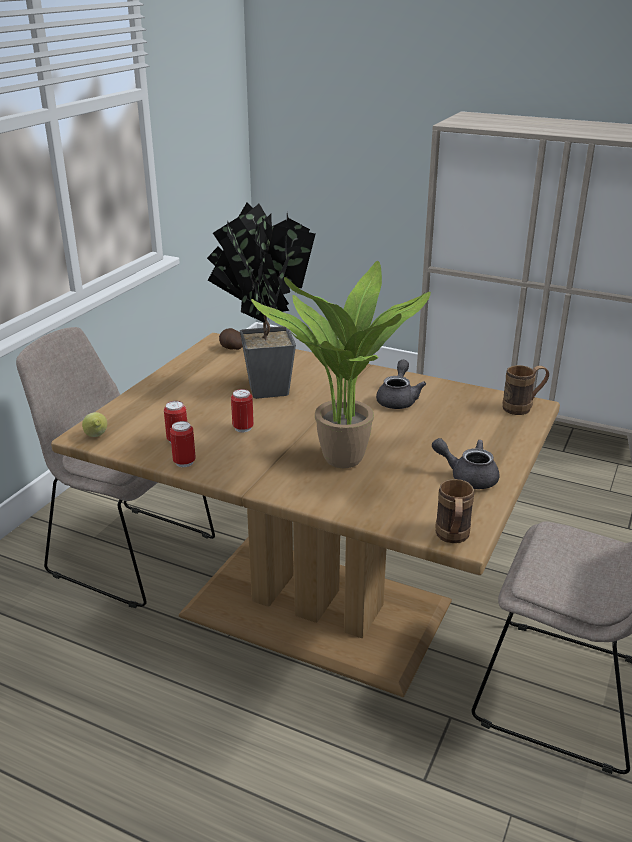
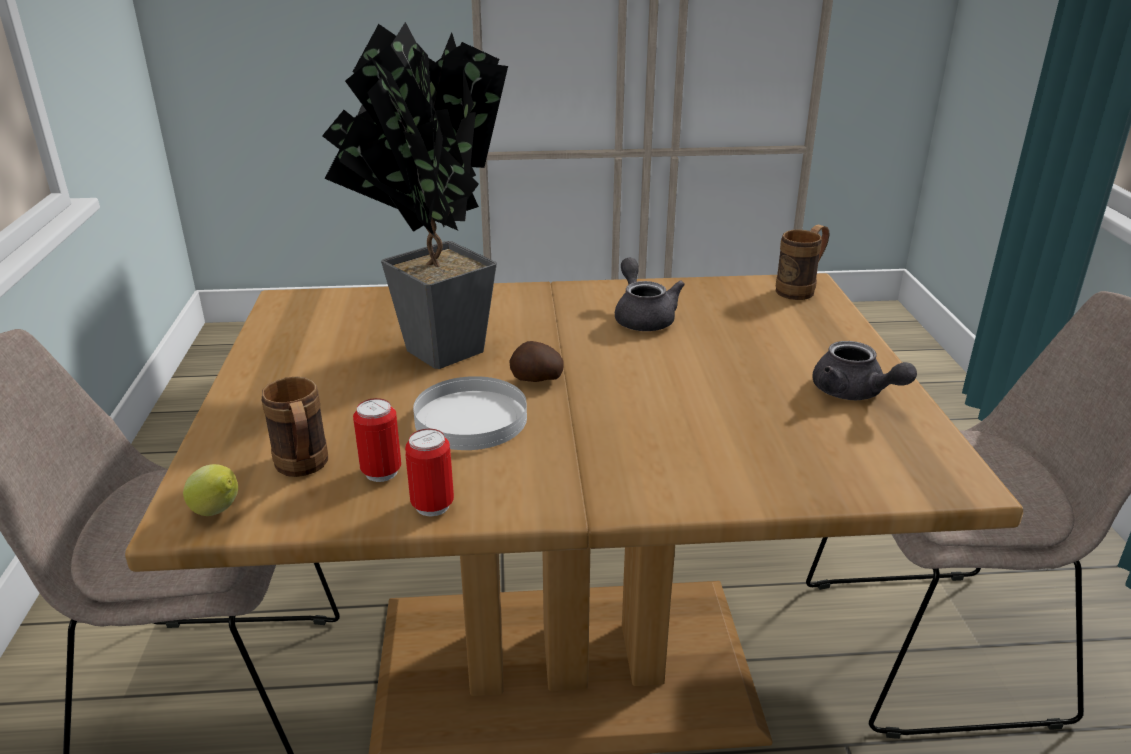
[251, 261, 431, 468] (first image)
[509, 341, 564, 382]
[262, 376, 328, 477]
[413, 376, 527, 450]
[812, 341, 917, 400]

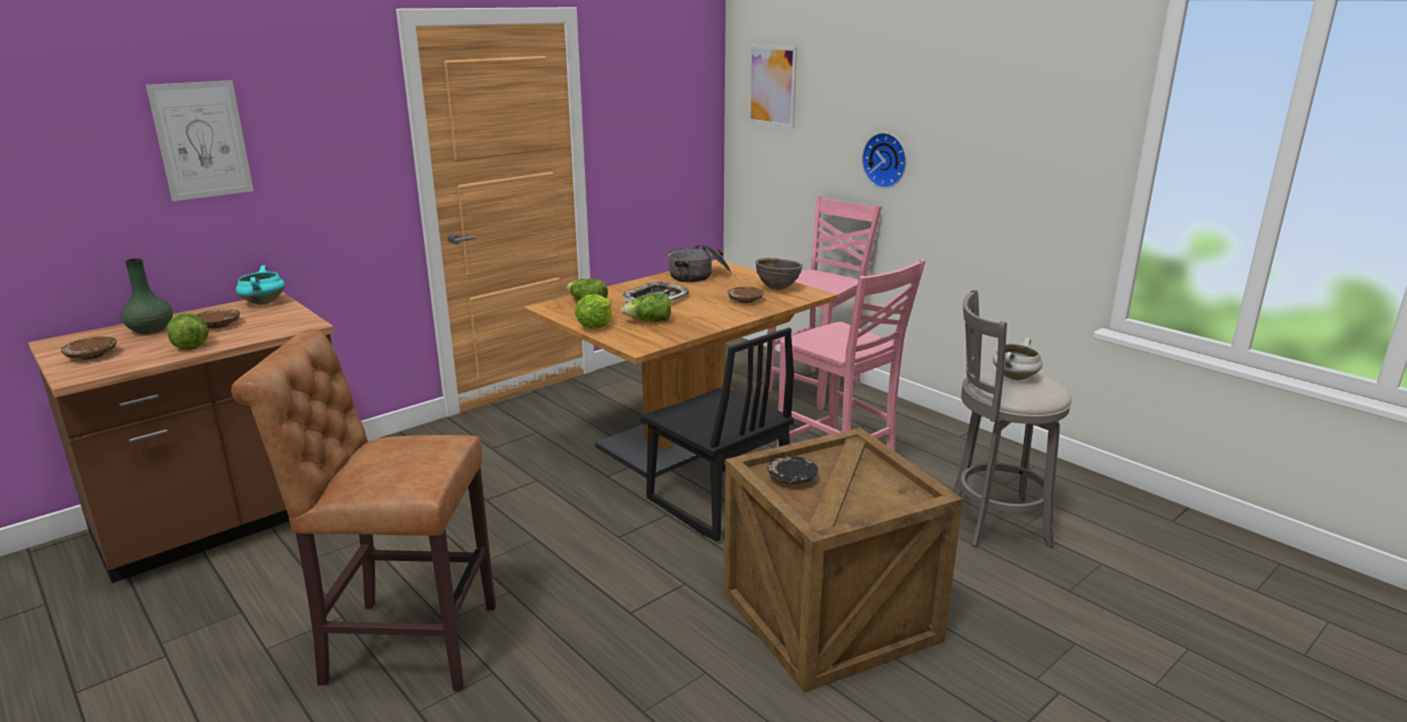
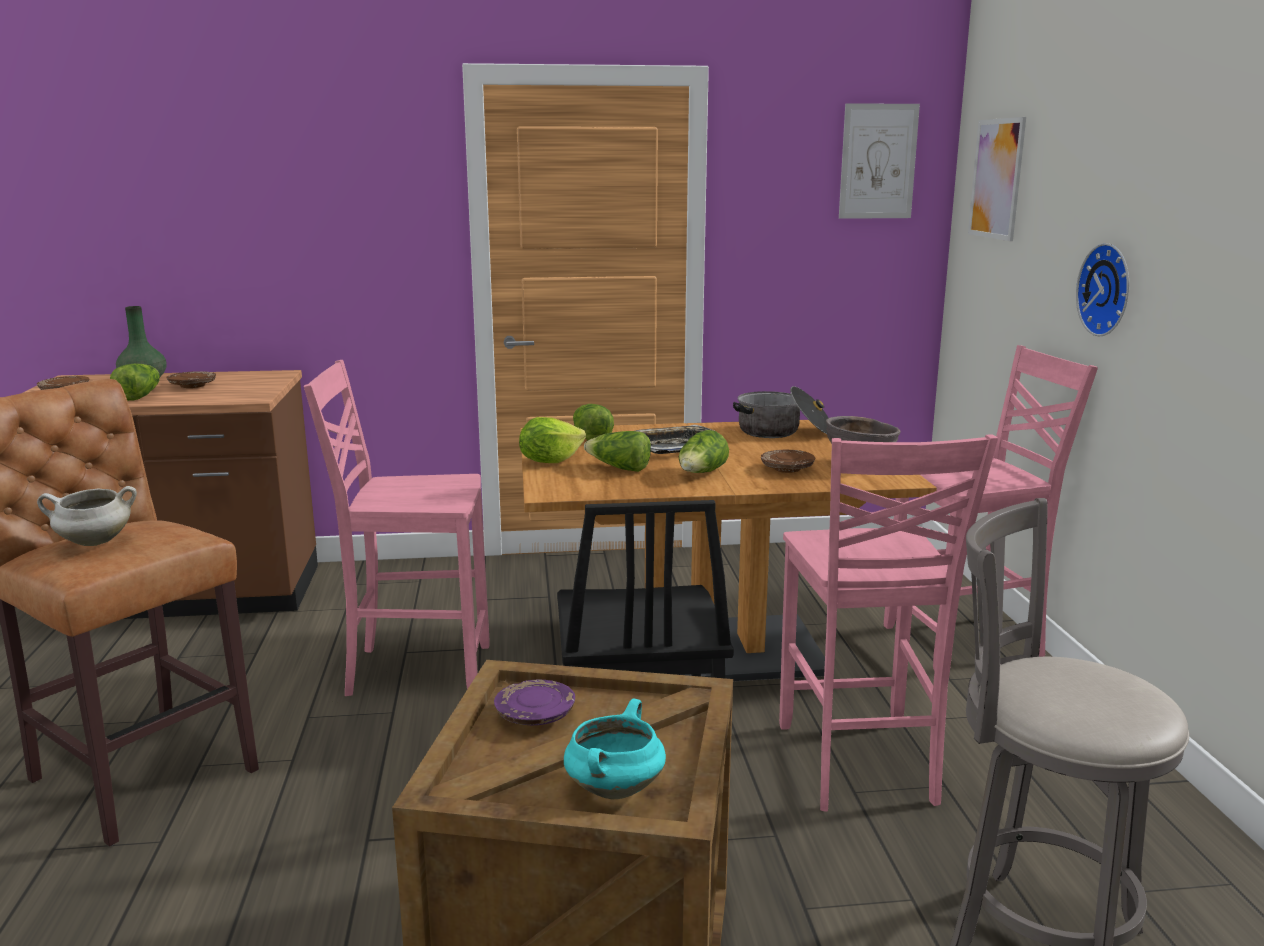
[304, 360, 490, 696]
[679, 430, 729, 473]
[839, 103, 920, 219]
[564, 699, 666, 799]
[37, 486, 137, 546]
[494, 680, 575, 725]

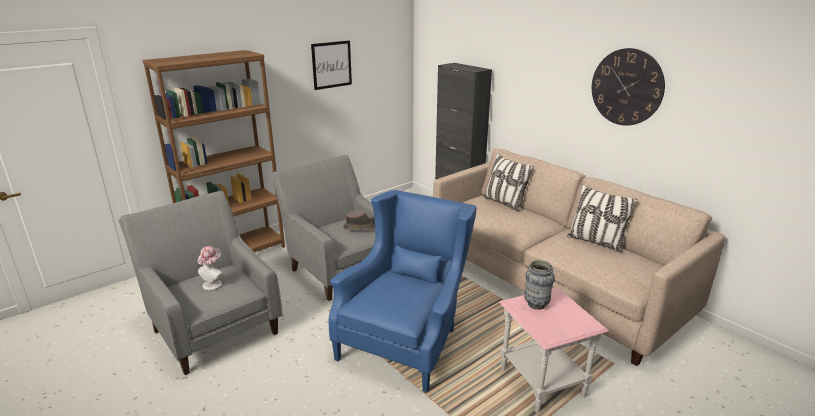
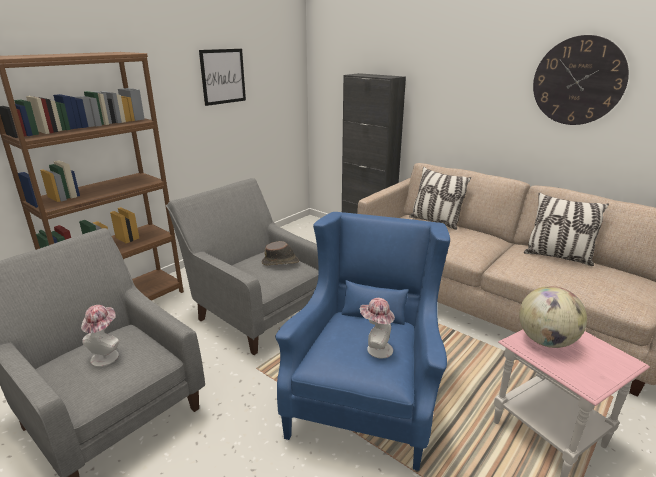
[360, 298, 395, 359]
[519, 286, 587, 348]

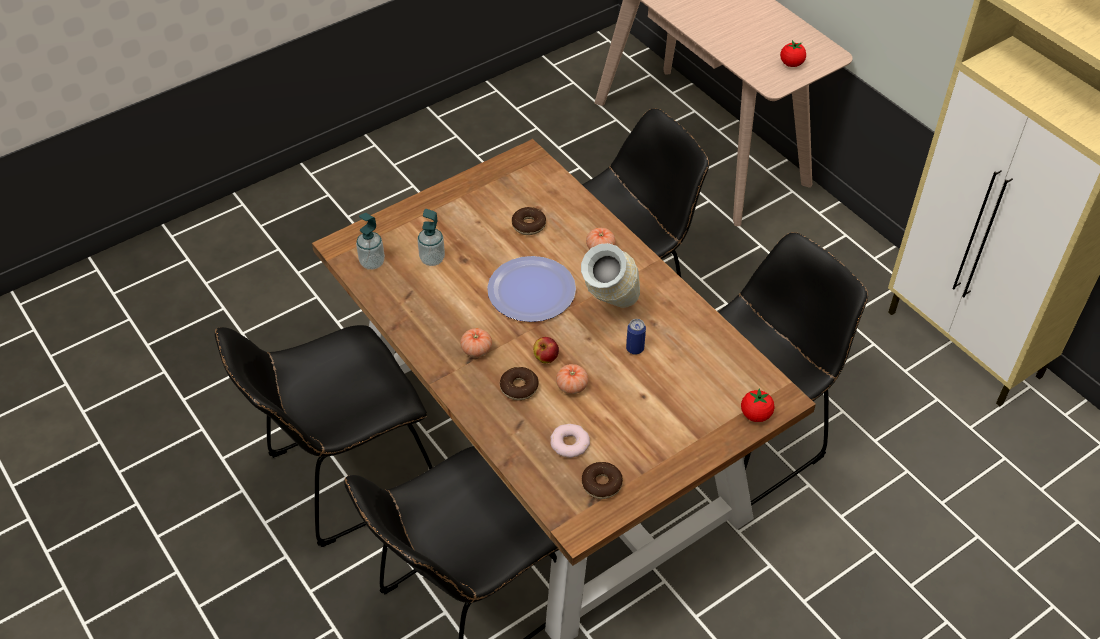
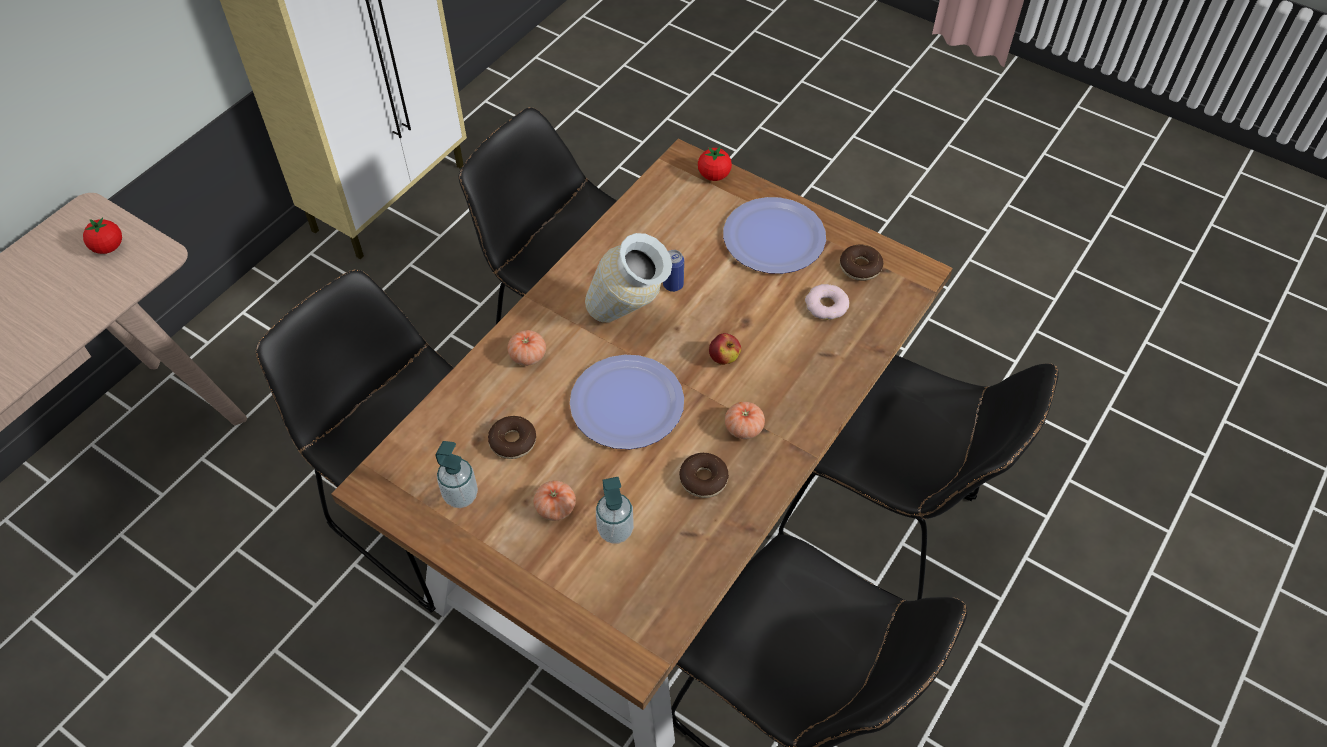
[723, 197, 826, 274]
[435, 441, 478, 508]
[679, 453, 729, 498]
[533, 481, 576, 521]

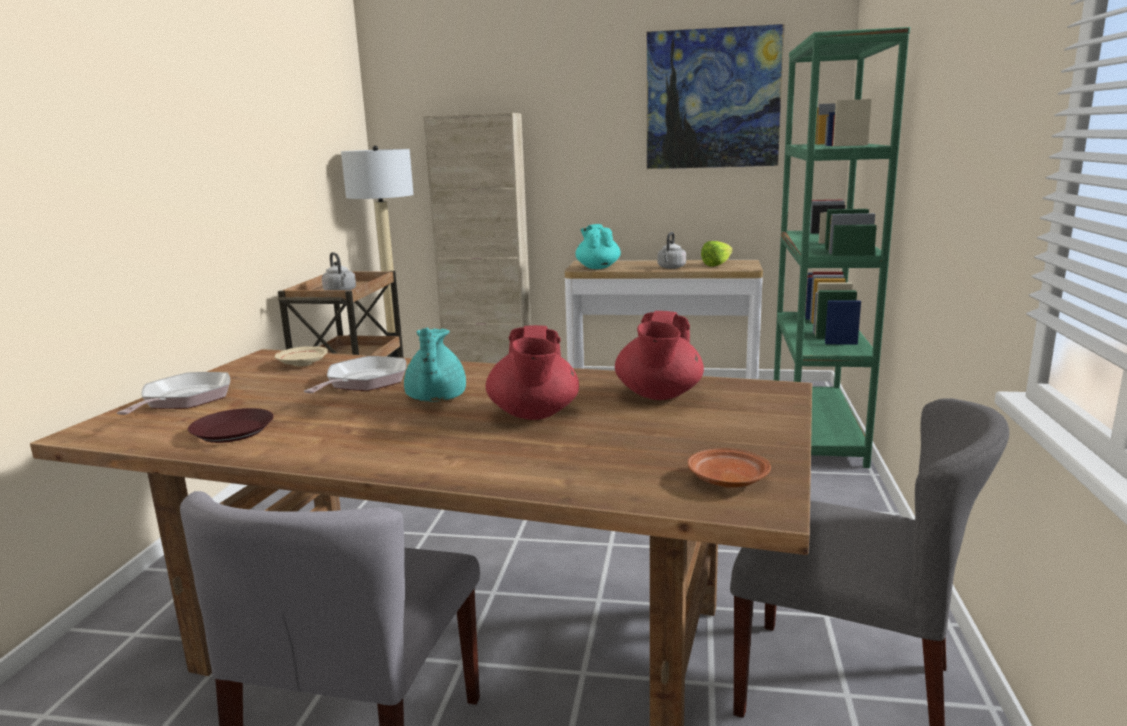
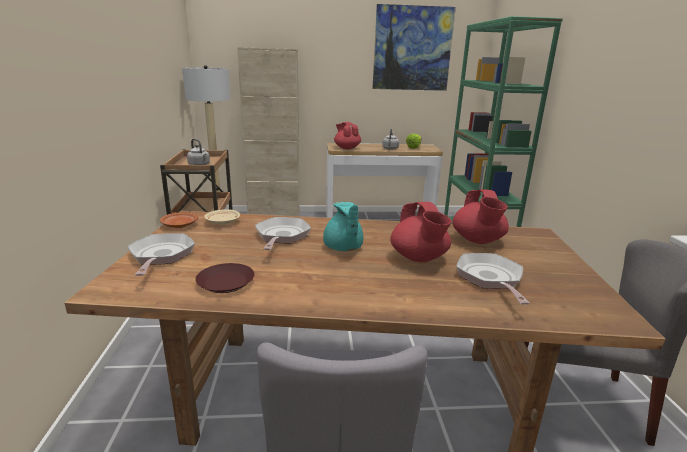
[456, 253, 530, 305]
[160, 212, 198, 228]
[334, 122, 361, 149]

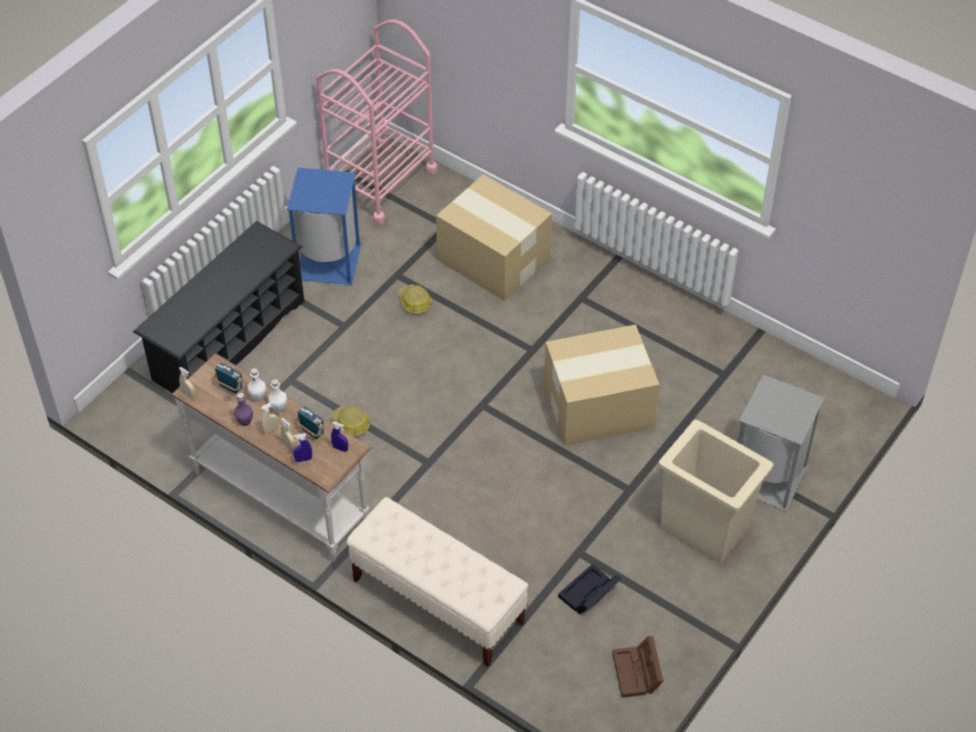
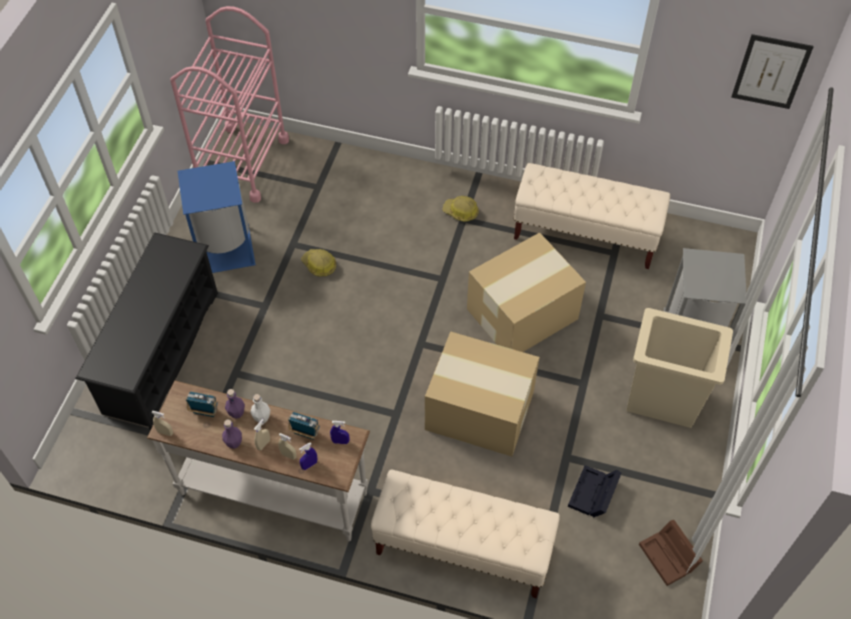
[513, 163, 670, 269]
[731, 34, 814, 109]
[442, 196, 479, 222]
[425, 331, 539, 457]
[225, 389, 245, 419]

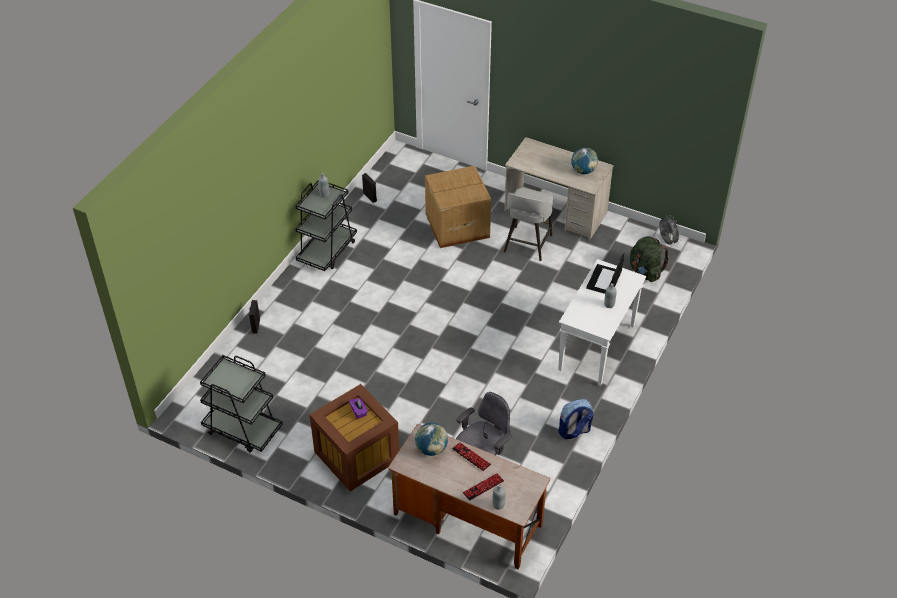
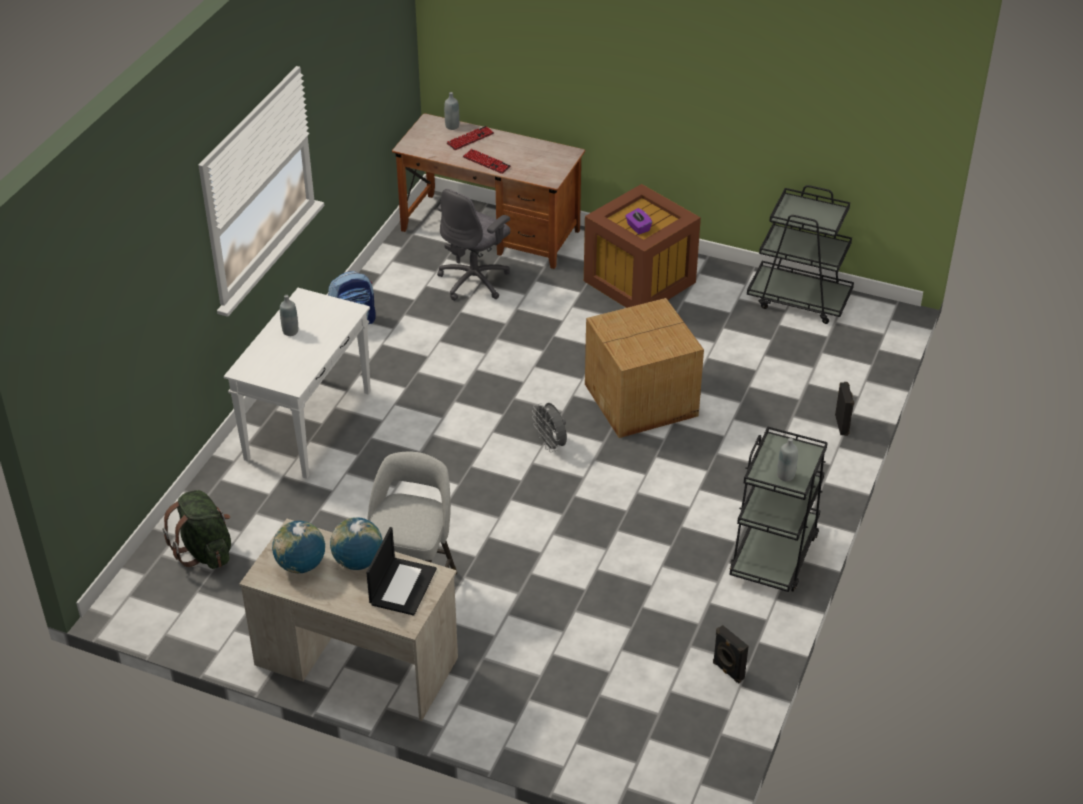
[330, 517, 383, 570]
[585, 298, 704, 438]
[366, 527, 437, 616]
[532, 403, 567, 453]

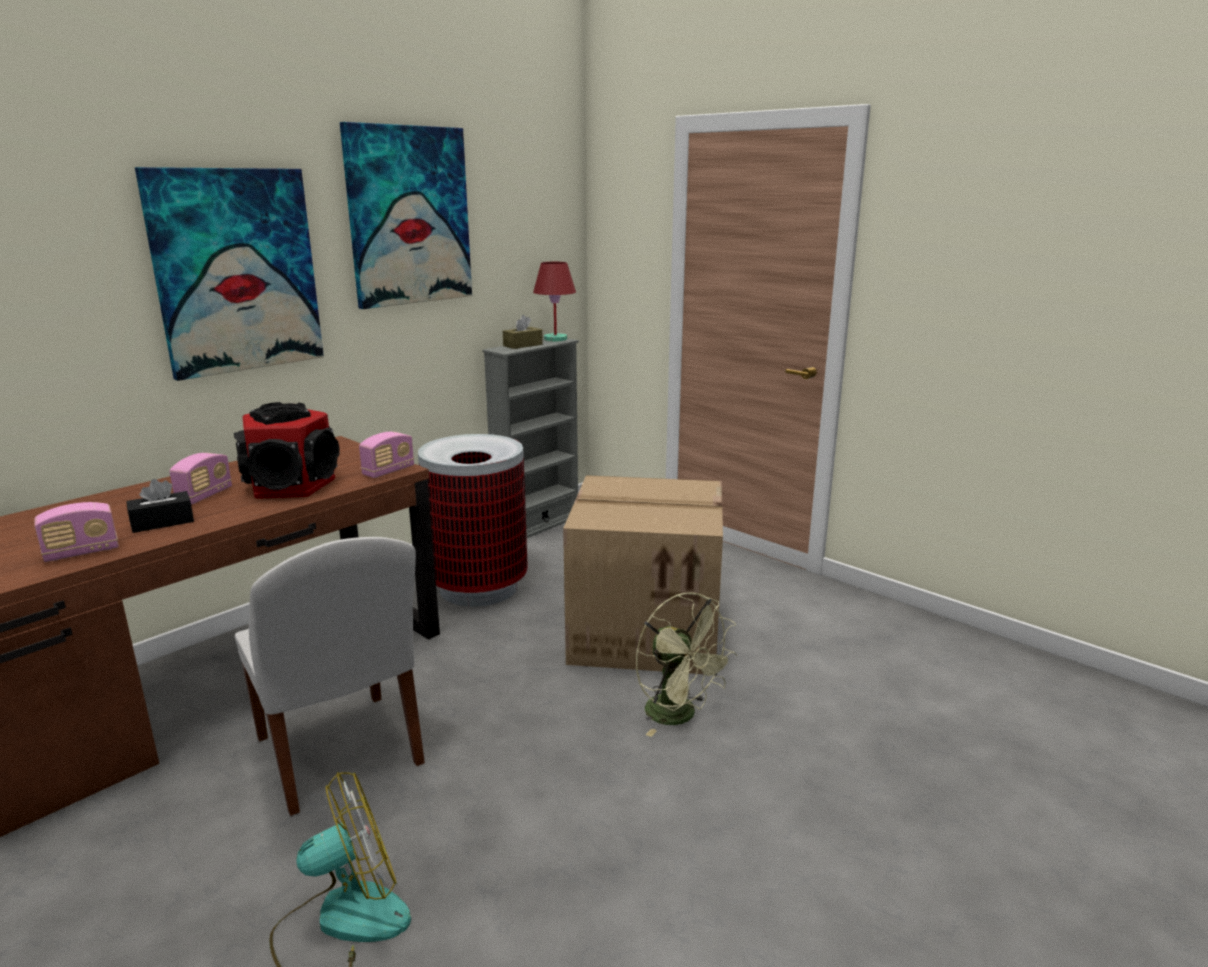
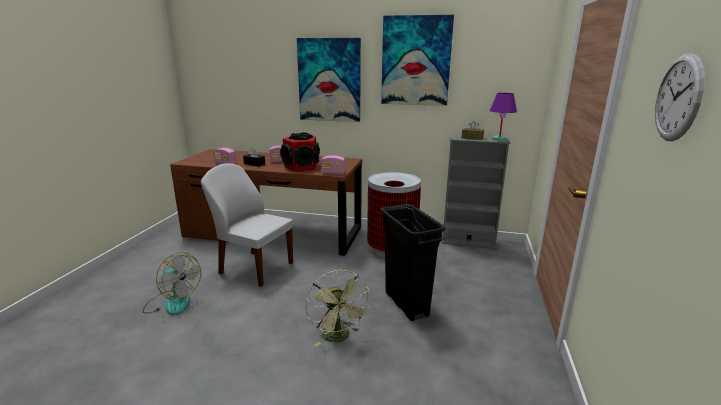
[655, 53, 705, 141]
[380, 204, 446, 321]
[490, 93, 517, 141]
[201, 163, 293, 287]
[305, 270, 371, 346]

